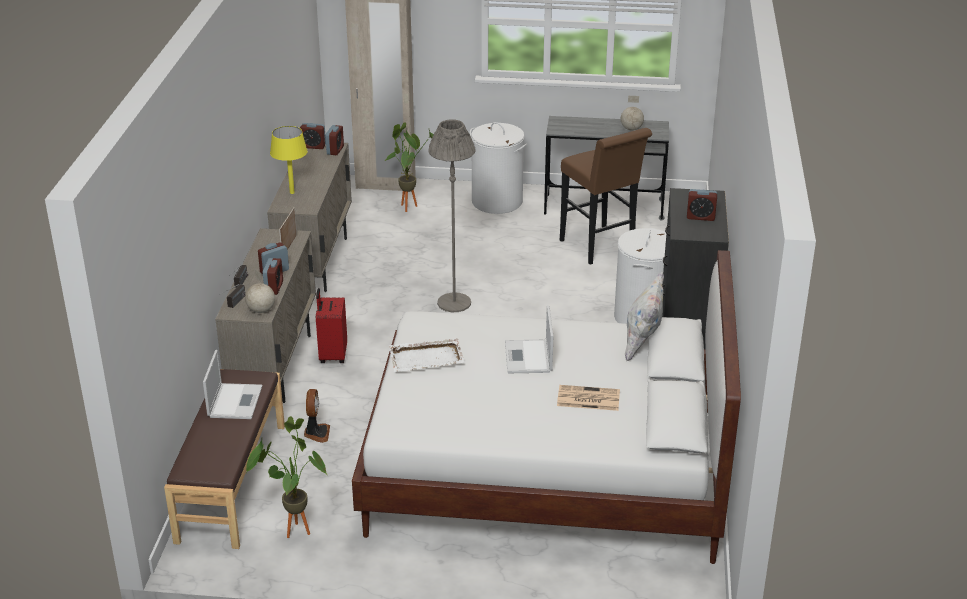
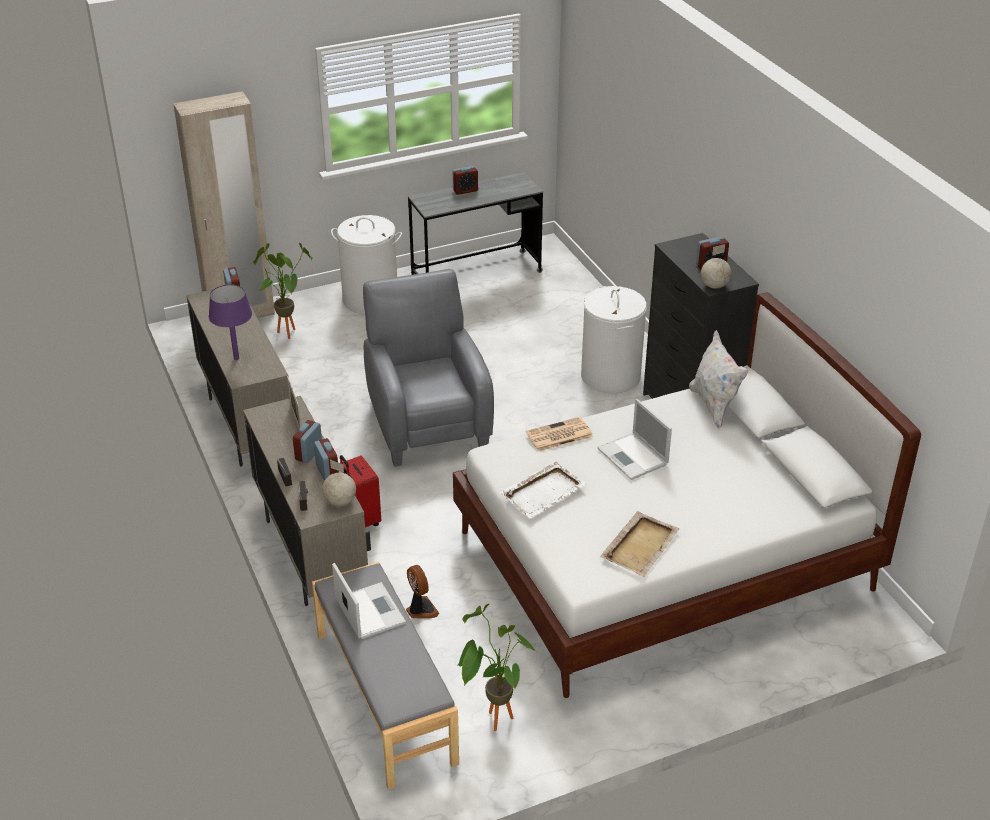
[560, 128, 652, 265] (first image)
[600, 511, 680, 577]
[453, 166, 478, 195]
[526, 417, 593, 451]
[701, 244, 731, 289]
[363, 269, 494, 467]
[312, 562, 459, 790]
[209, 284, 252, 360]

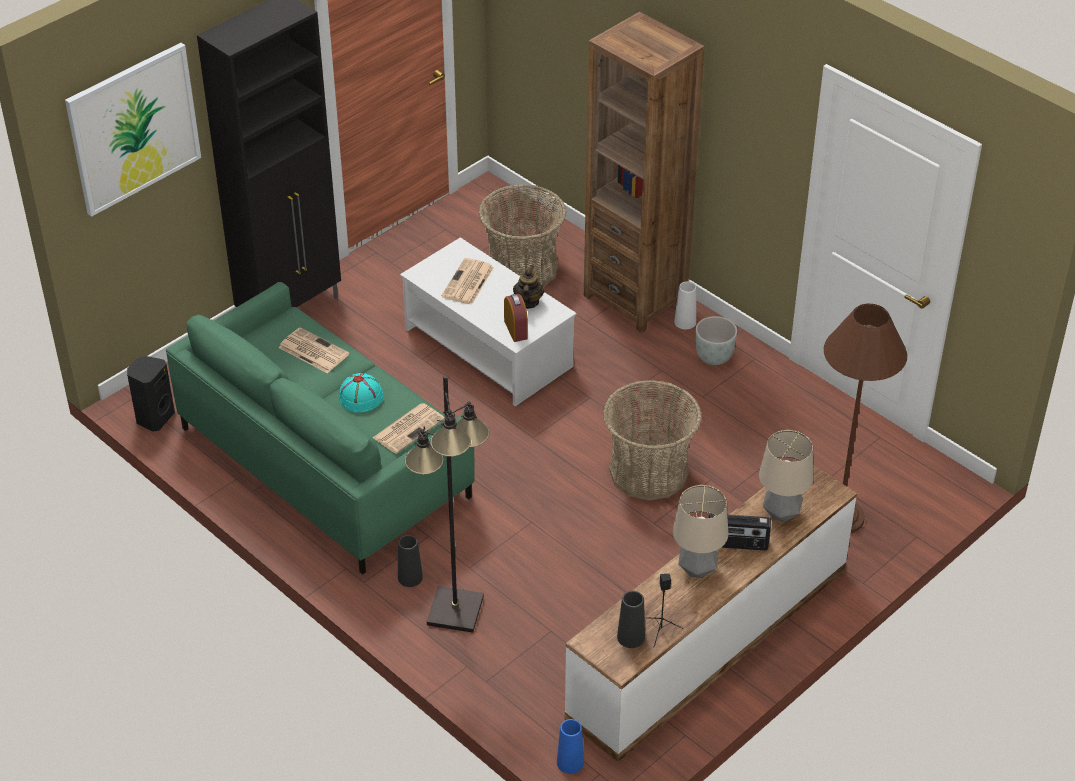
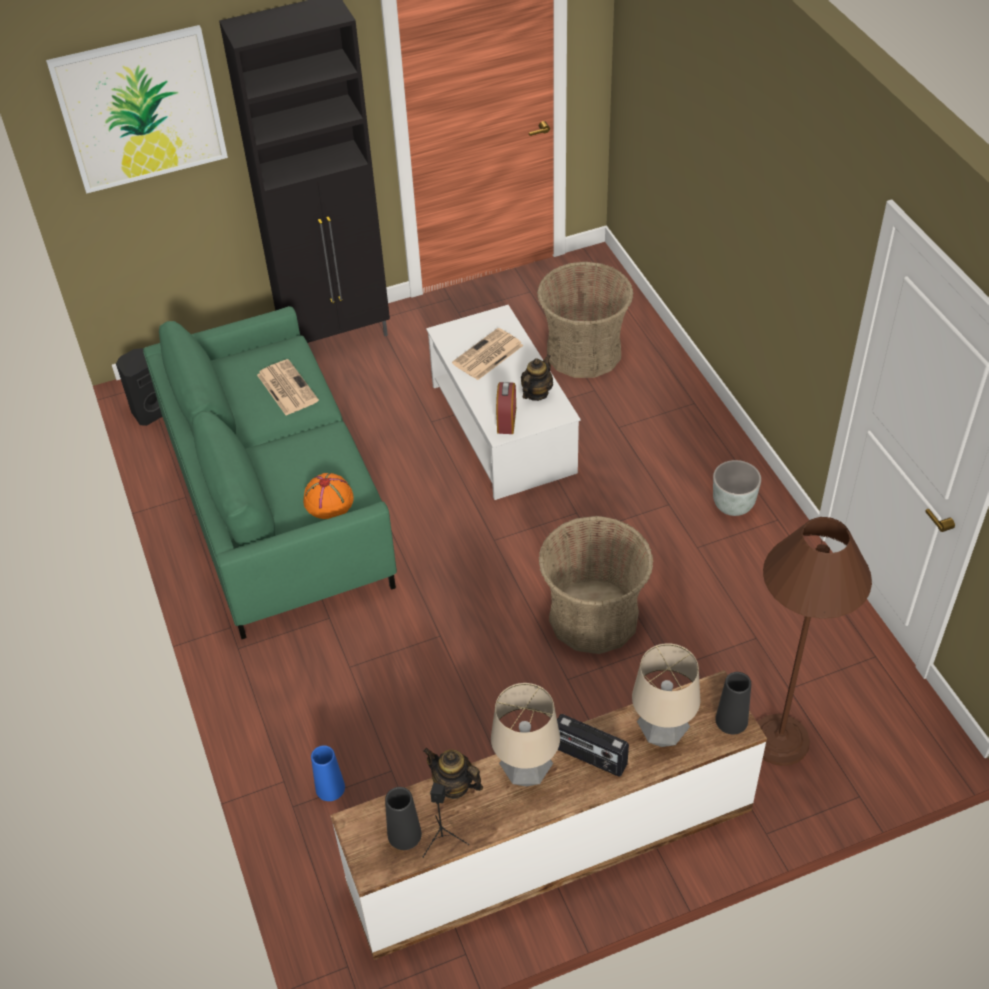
[339, 373, 383, 412] (first image)
[404, 375, 490, 633] (first image)
[584, 12, 705, 333] (first image)
[674, 281, 696, 329] (first image)
[423, 748, 483, 799]
[715, 672, 751, 734]
[311, 745, 345, 801]
[303, 473, 353, 519]

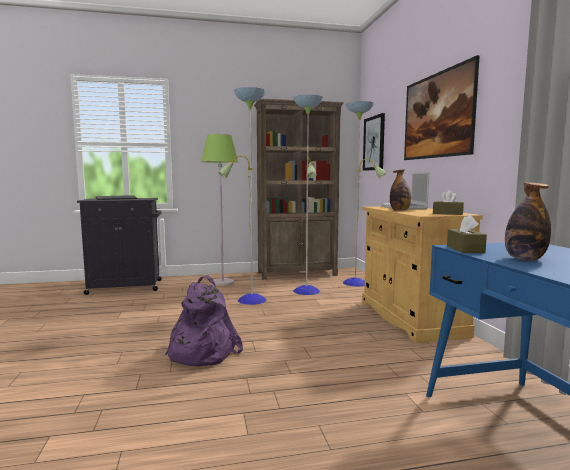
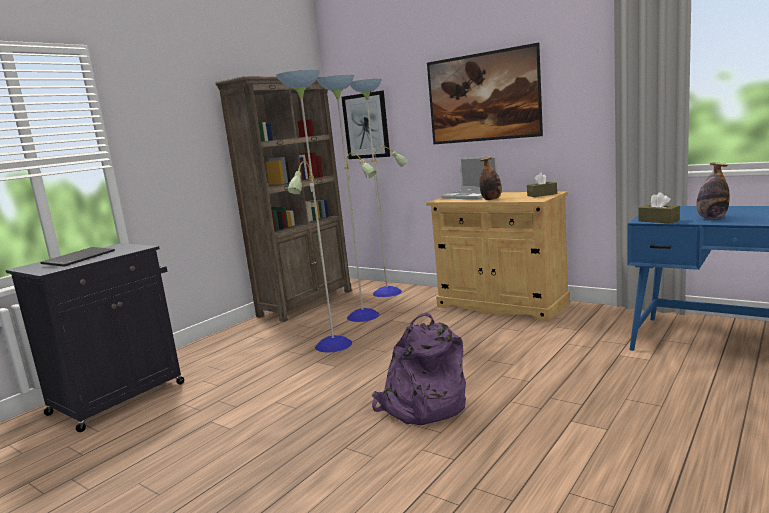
[201, 134, 238, 286] (first image)

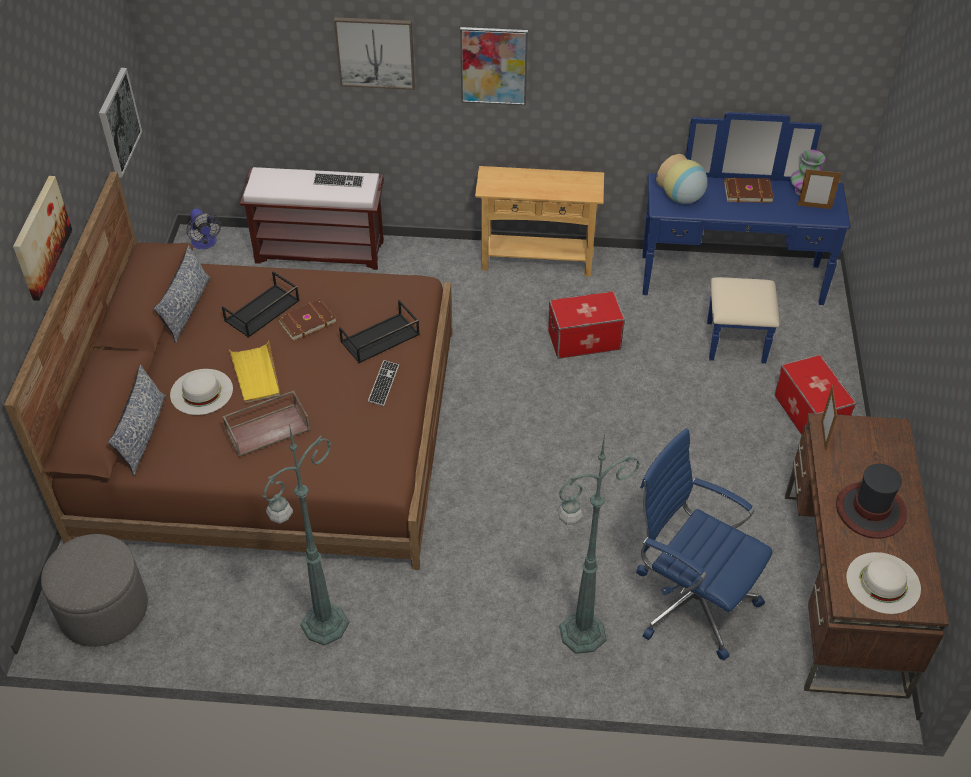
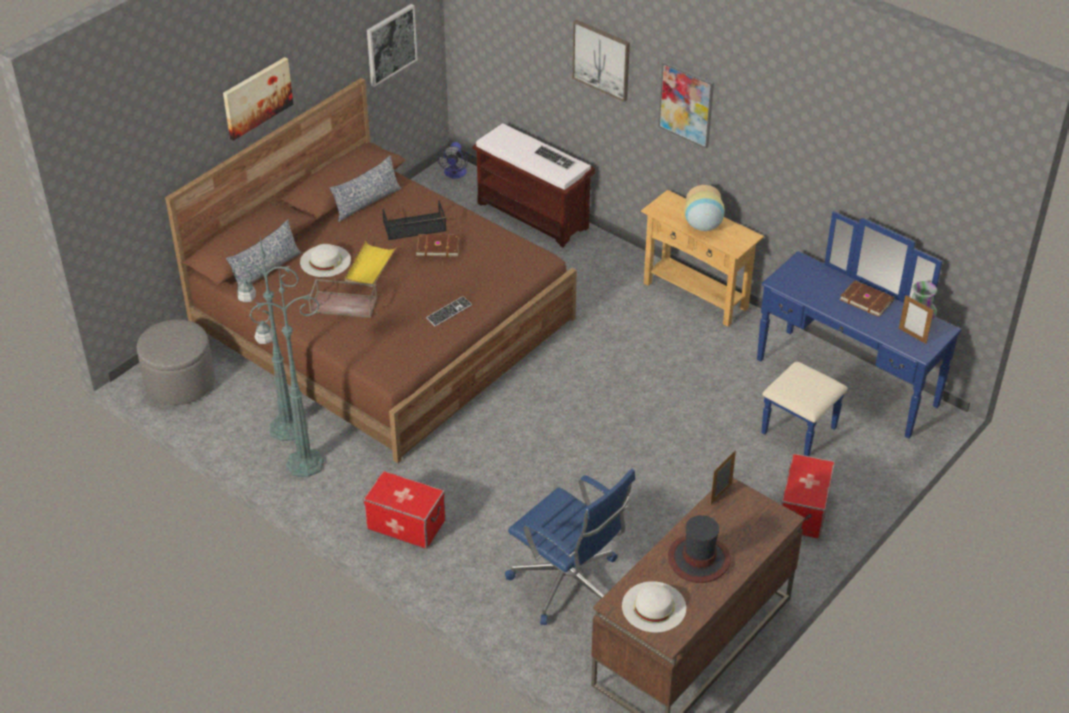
[339, 300, 420, 363] (first image)
[363, 470, 445, 549]
[233, 237, 299, 441]
[684, 185, 725, 231]
[505, 469, 635, 625]

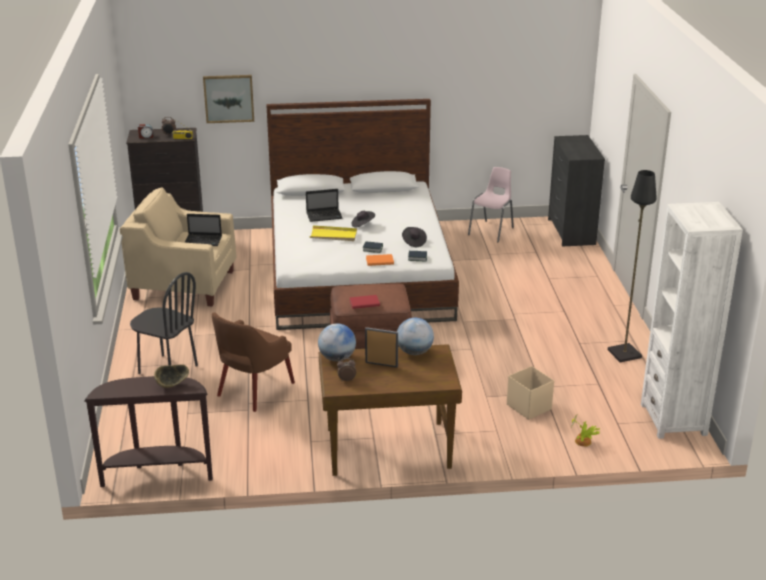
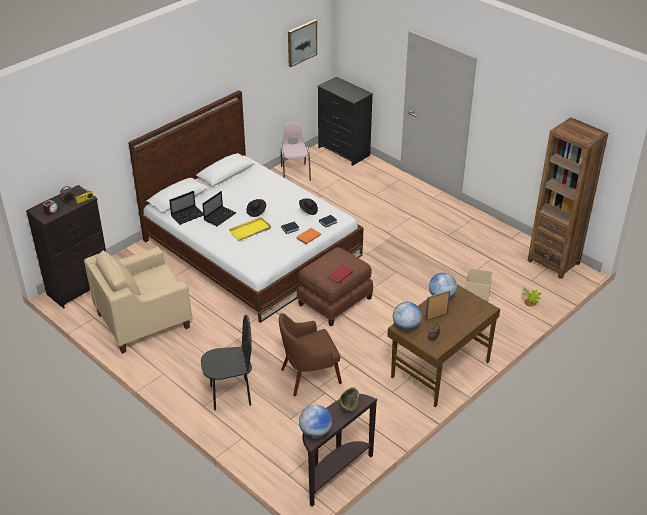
[608, 170, 657, 362] (first image)
[299, 405, 332, 438]
[169, 191, 203, 225]
[288, 20, 317, 67]
[528, 117, 608, 279]
[279, 313, 342, 396]

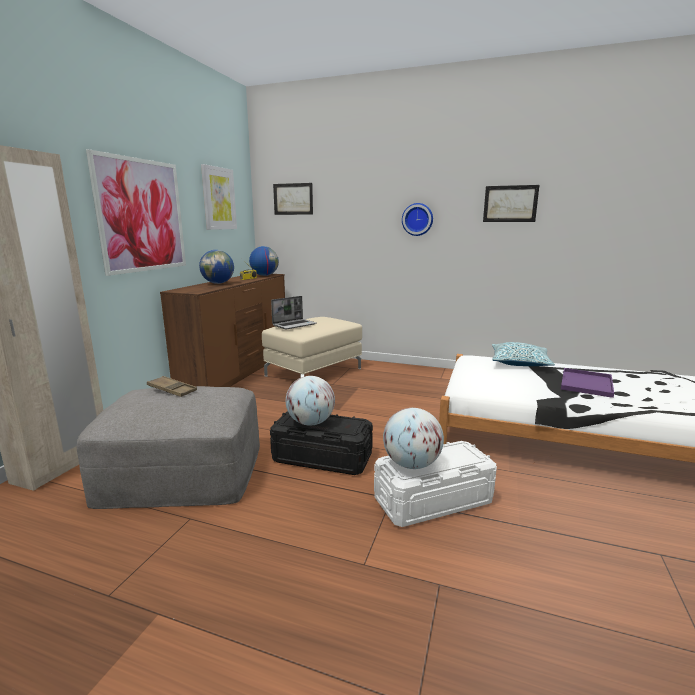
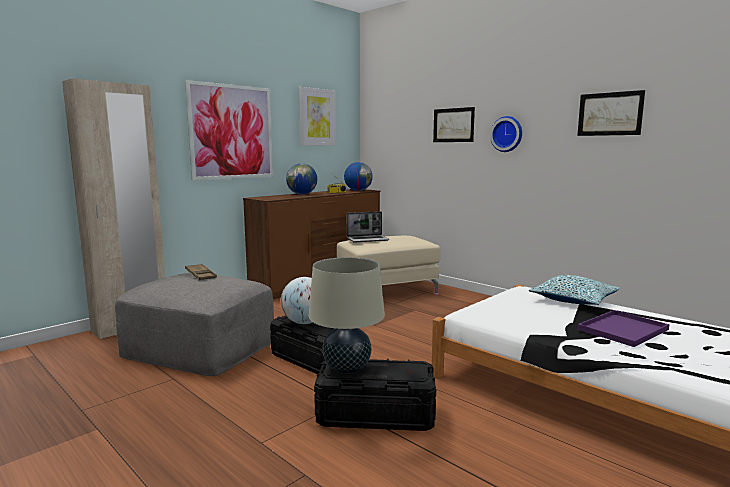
[433, 107, 475, 142]
[309, 257, 385, 374]
[314, 359, 436, 431]

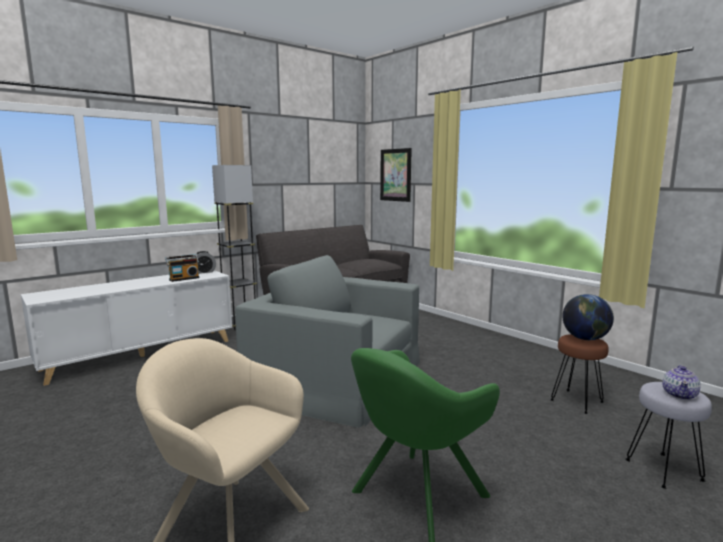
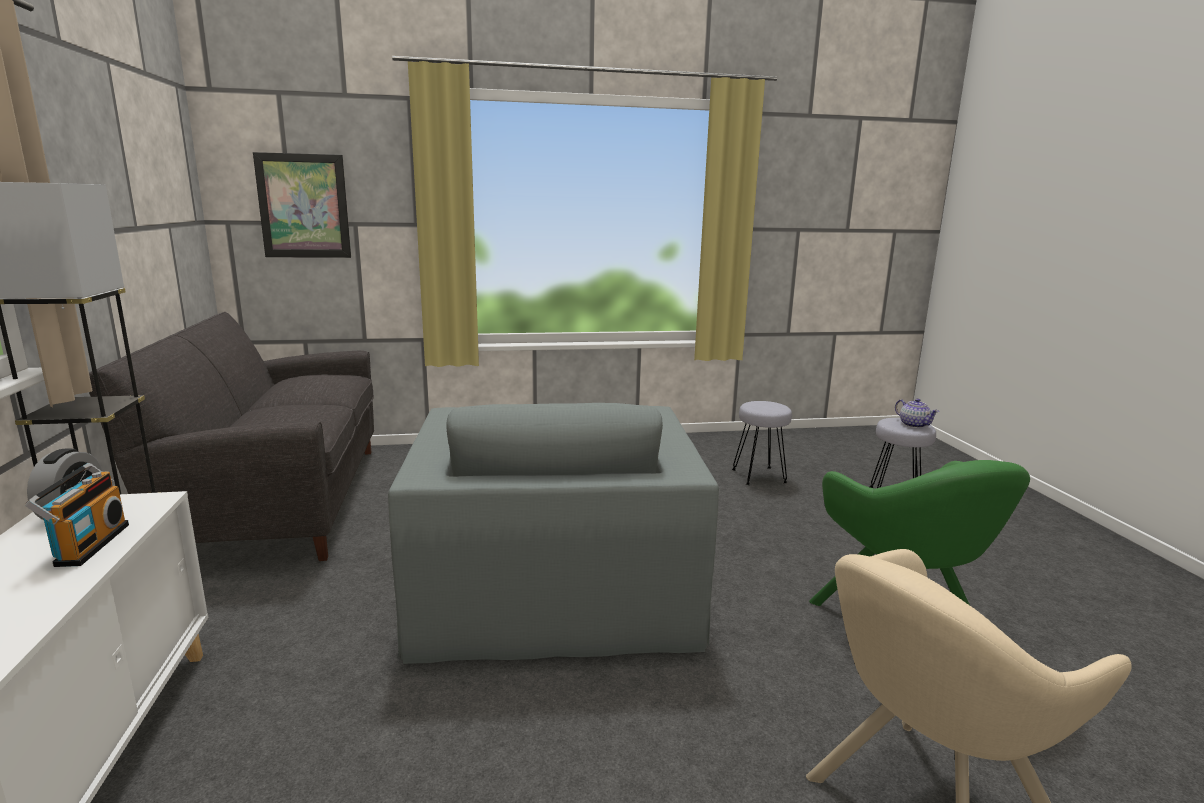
[562, 294, 614, 340] (first image)
[732, 401, 792, 485]
[388, 403, 719, 664]

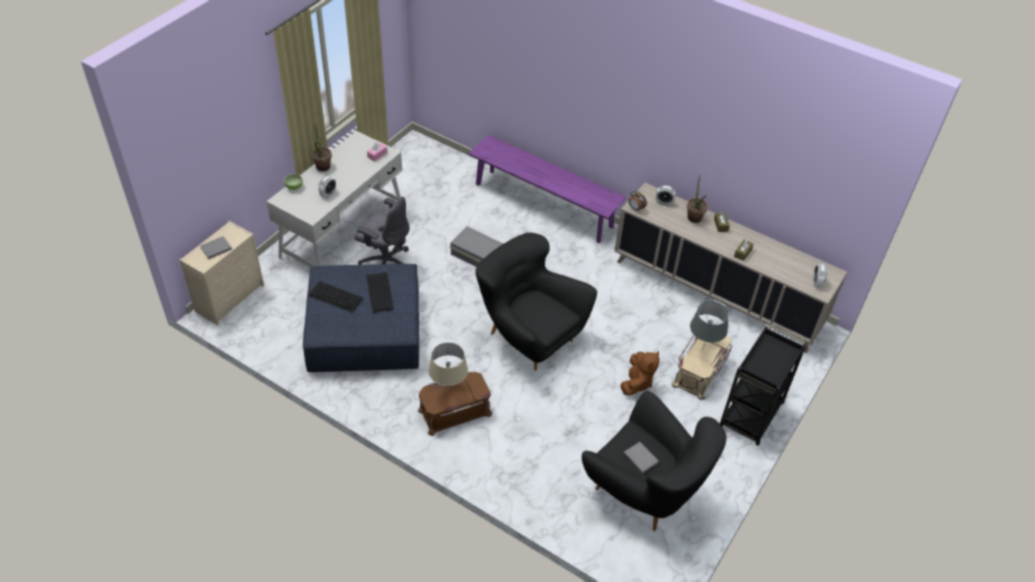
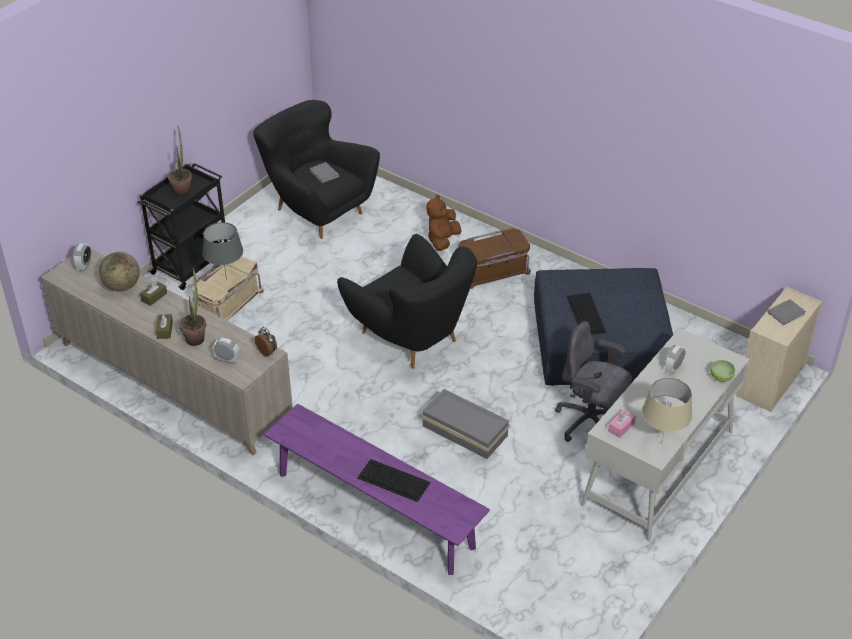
[99, 252, 140, 291]
[357, 459, 431, 502]
[168, 126, 192, 197]
[642, 377, 692, 444]
[426, 195, 461, 251]

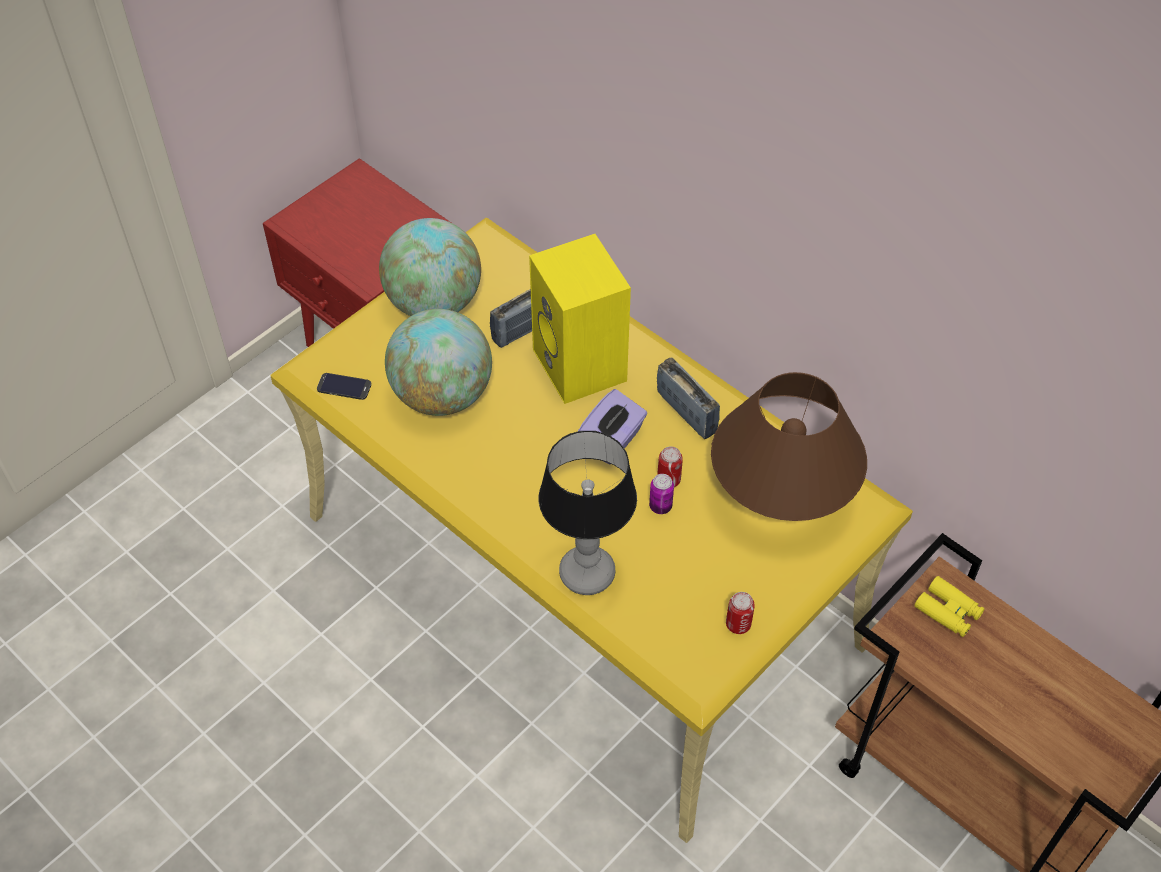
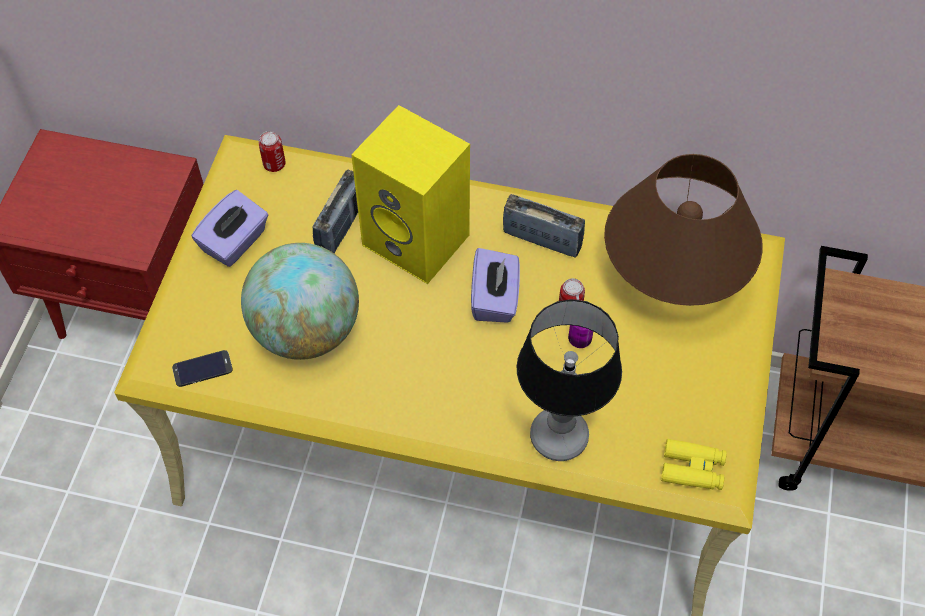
[259, 131, 286, 172]
[661, 439, 727, 490]
[191, 190, 268, 267]

